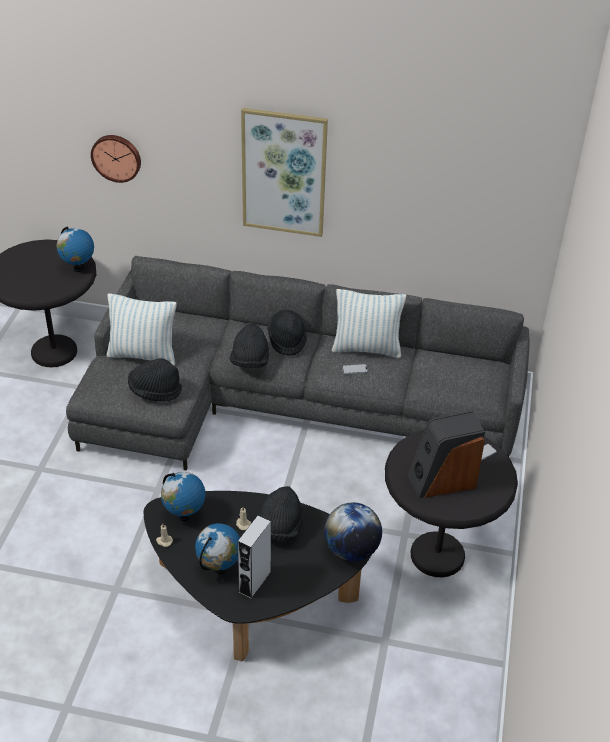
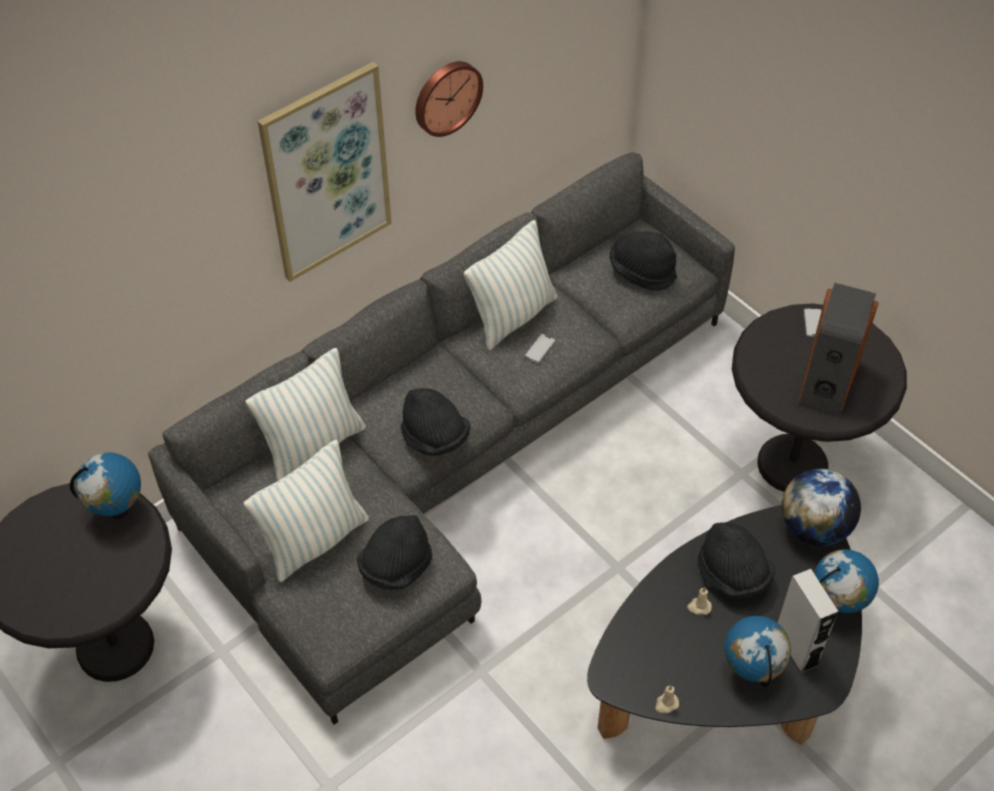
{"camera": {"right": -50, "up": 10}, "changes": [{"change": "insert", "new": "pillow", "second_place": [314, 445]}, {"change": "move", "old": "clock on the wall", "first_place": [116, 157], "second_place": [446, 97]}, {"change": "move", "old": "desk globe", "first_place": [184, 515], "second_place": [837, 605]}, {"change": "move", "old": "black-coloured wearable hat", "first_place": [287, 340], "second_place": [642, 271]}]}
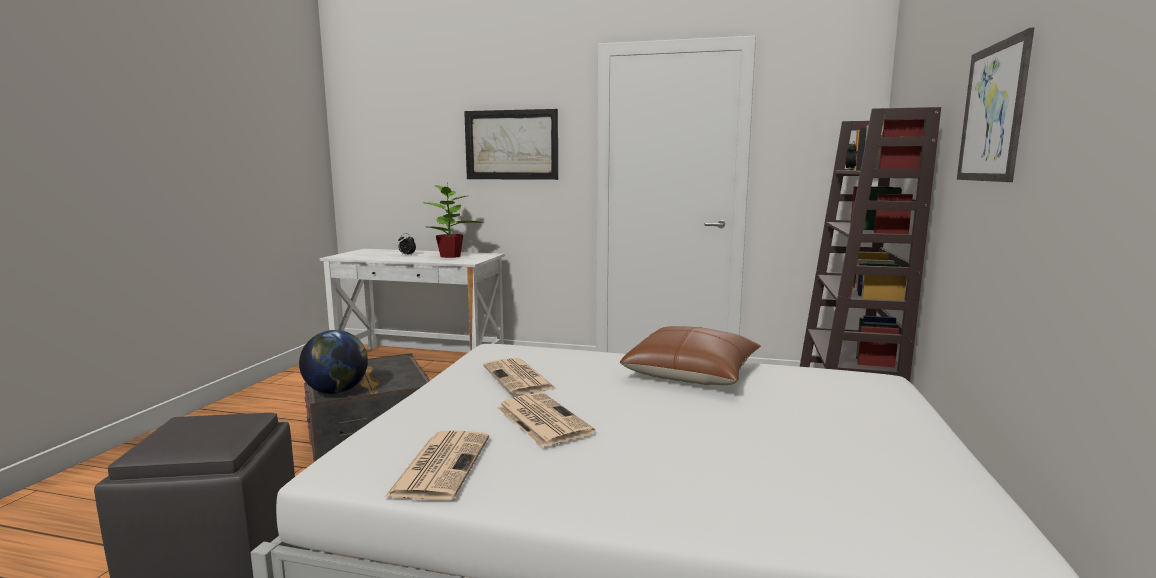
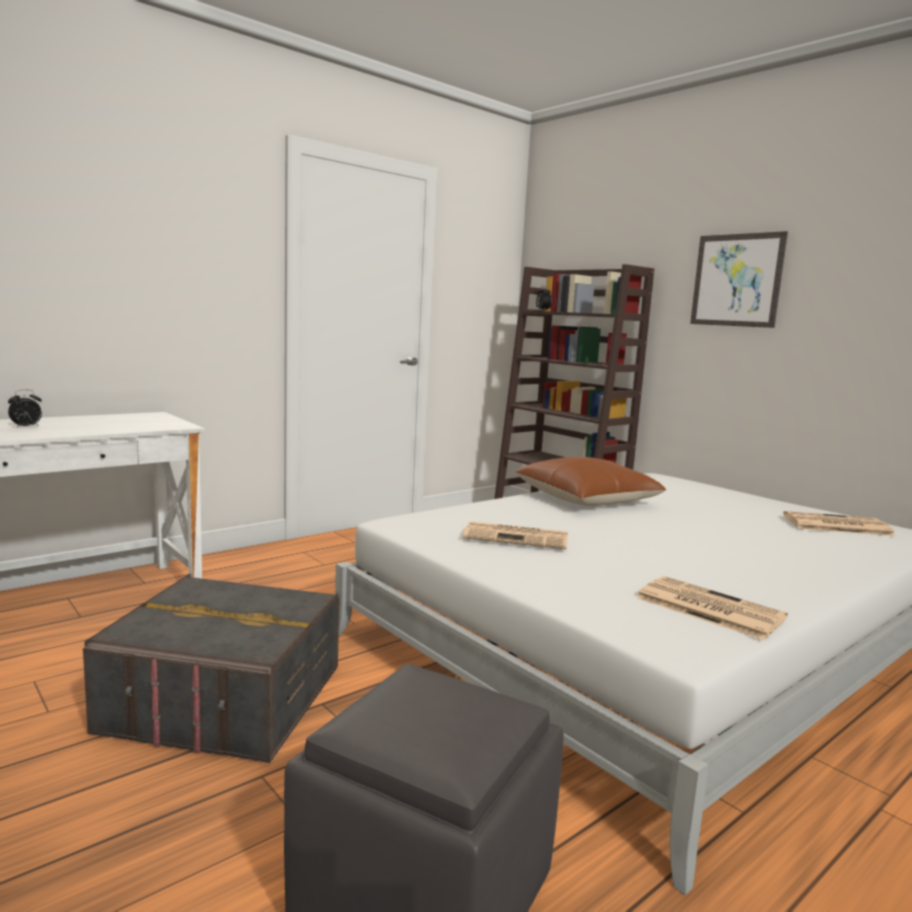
{"camera": {"right": -55, "up": 0}, "changes": [{"change": "delete", "old": "desk globe", "first_place": [337, 391]}, {"change": "delete", "old": "potted plant", "first_place": [450, 256]}, {"change": "delete", "old": "picture", "first_place": [511, 145]}, {"change": "move", "old": "daily paper", "first_place": [541, 419], "second_place": [835, 525]}]}
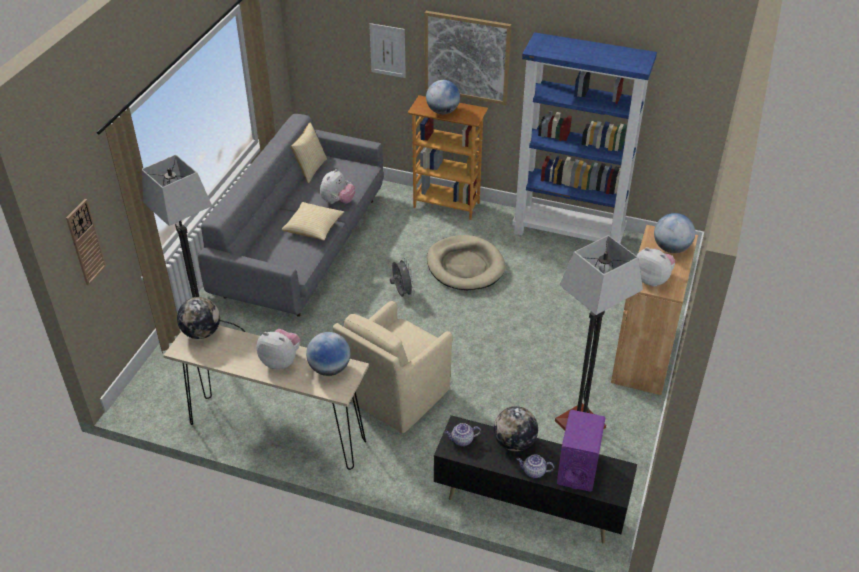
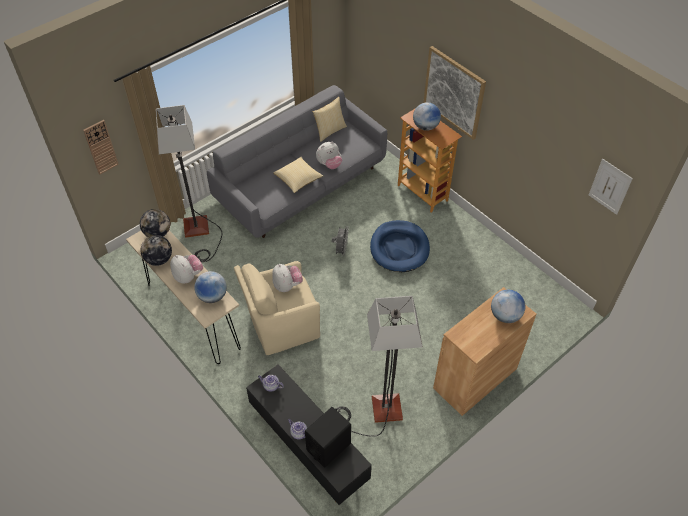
{"camera": {"right": 30, "up": 10}, "changes": [{"change": "delete", "old": "bluish bookshelf", "first_place": [569, 233]}, {"change": "move", "old": "picture", "first_place": [387, 50], "second_place": [610, 186]}, {"change": "move", "old": "desk globe", "first_place": [514, 443], "second_place": [159, 259]}, {"change": "move", "old": "plush toy", "first_place": [652, 279], "second_place": [287, 285]}, {"change": "recolor", "old": "beige dog bed", "new": "bluish dog bed", "first_place": [465, 266], "second_place": [399, 248]}, {"change": "recolor", "old": "purplish audio speaker", "new": "black-coloured audio speaker", "first_place": [577, 469], "second_place": [328, 446]}]}
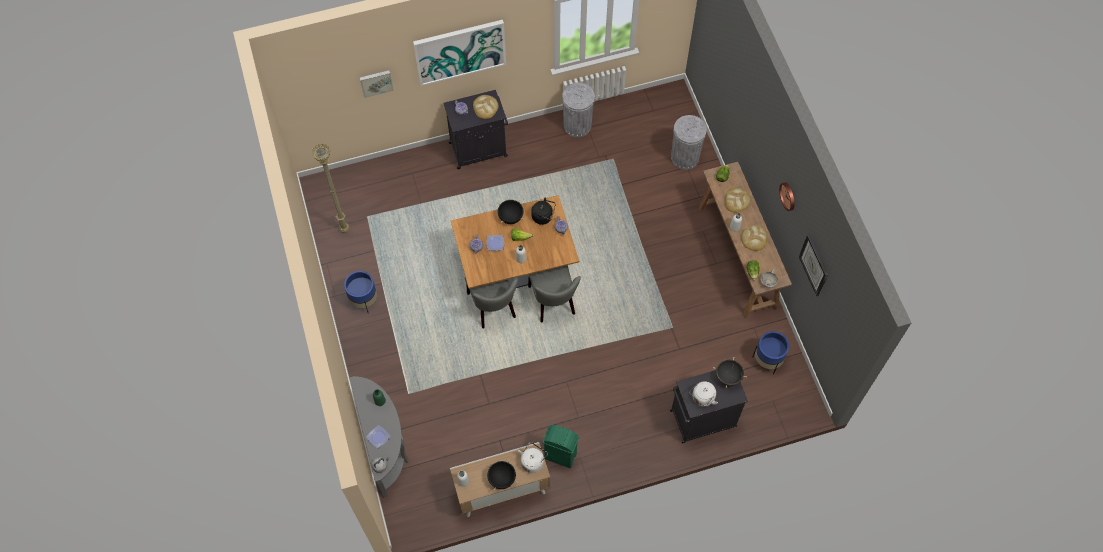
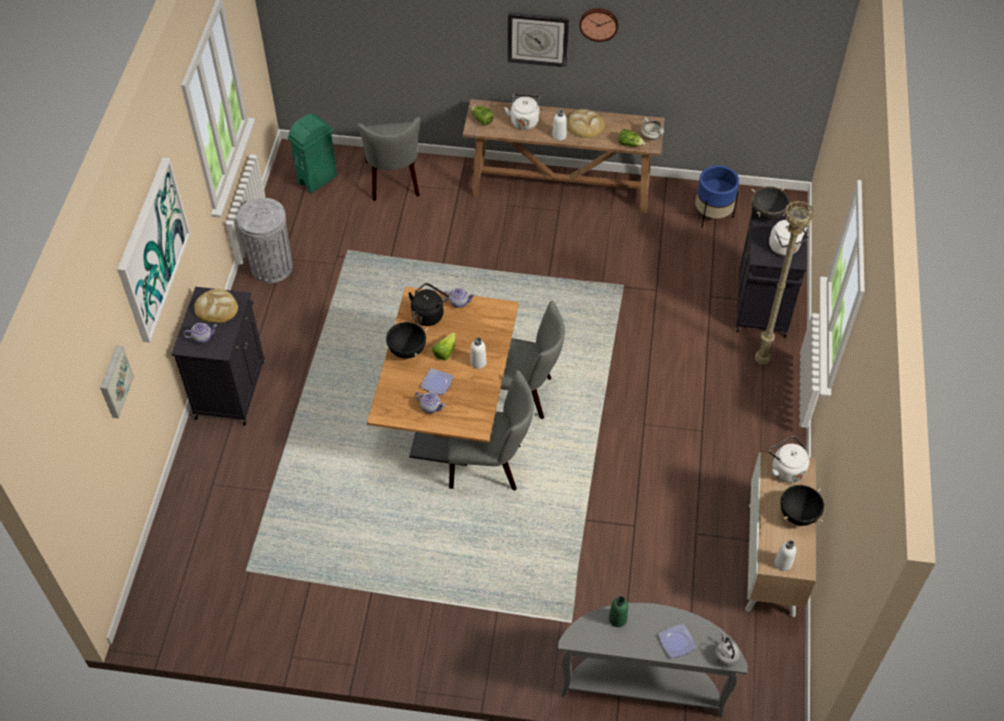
{"camera": {"right": -65, "up": -10}, "changes": [{"change": "delete", "old": "bluish planter", "first_place": [364, 300]}, {"change": "move", "old": "beige standing lamp", "first_place": [345, 229], "second_place": [760, 360]}, {"change": "move", "old": "green-coloured rubbish bin", "first_place": [560, 456], "second_place": [318, 179]}, {"change": "move", "old": "clock on the wall", "first_place": [814, 265], "second_place": [538, 39]}, {"change": "replace", "old": "grey rubbish bin", "new": "grey plain chair", "first_place": [684, 157], "second_place": [394, 181]}, {"change": "replace", "old": "bread", "new": "white-coloured water kettle", "first_place": [736, 201], "second_place": [524, 120]}]}
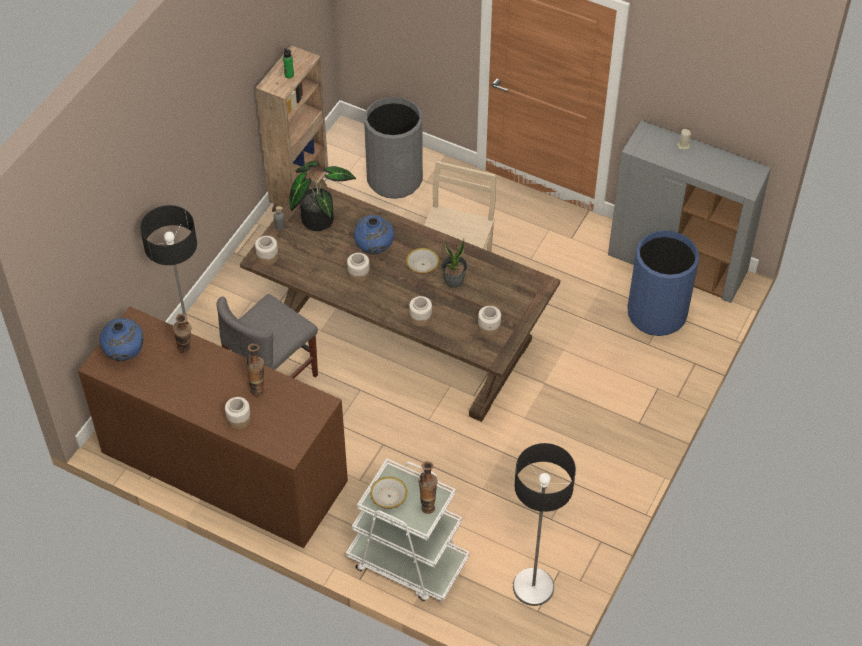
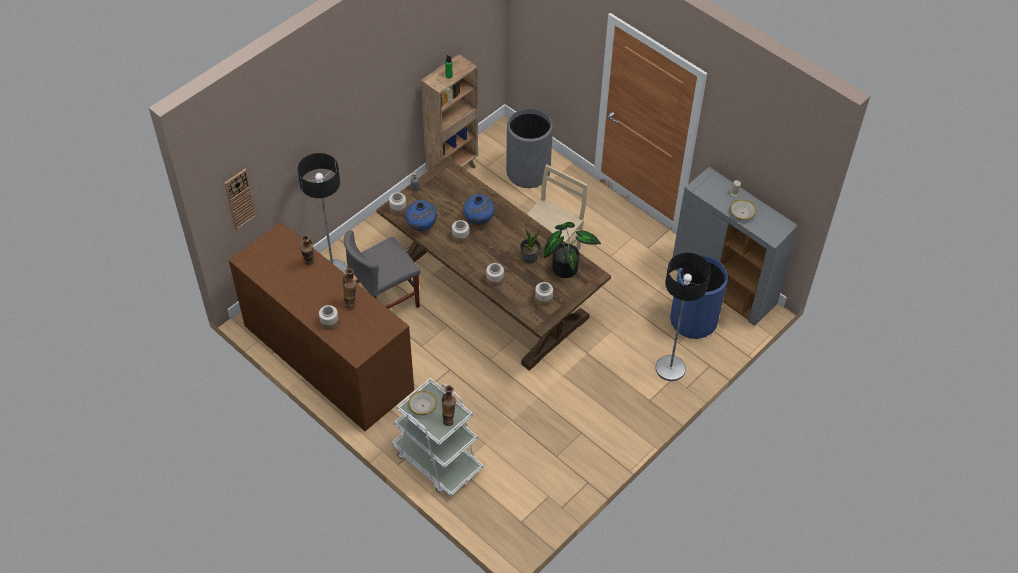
{"camera": {"right": 15, "up": 0}, "changes": [{"change": "insert", "new": "clock on the wall", "second_place": [240, 199]}, {"change": "move", "old": "bluish decorative vase", "first_place": [125, 353], "second_place": [422, 226]}, {"change": "move", "old": "potted plant", "first_place": [318, 216], "second_place": [566, 266]}, {"change": "move", "old": "deep dish", "first_place": [422, 264], "second_place": [742, 213]}, {"change": "move", "old": "standing lamp", "first_place": [533, 587], "second_place": [670, 369]}]}
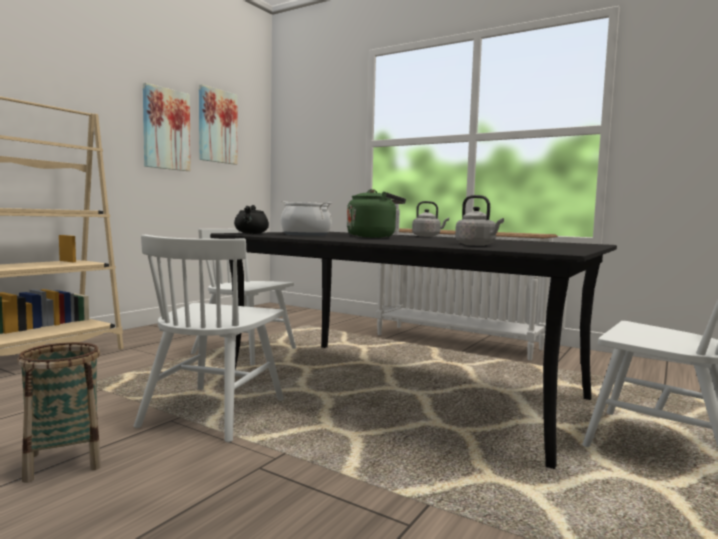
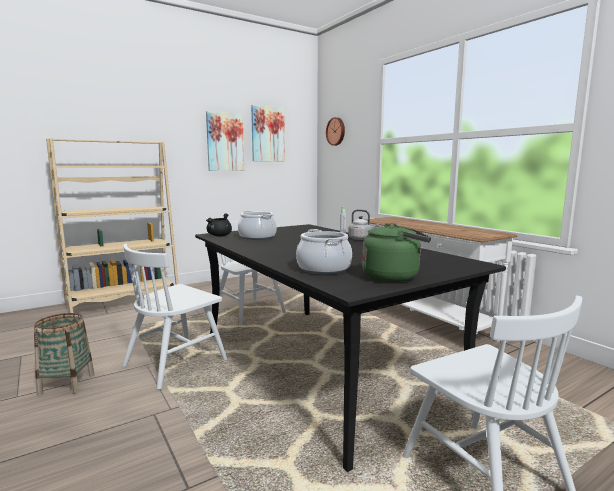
{"camera": {"right": 25, "up": 5}, "changes": [{"change": "insert", "new": "clock on the wall", "second_place": [336, 131]}, {"change": "move", "old": "green-coloured water kettle", "first_place": [373, 237], "second_place": [394, 277]}, {"change": "replace", "old": "grey water kettle", "new": "cooking pot", "first_place": [477, 245], "second_place": [324, 269]}]}
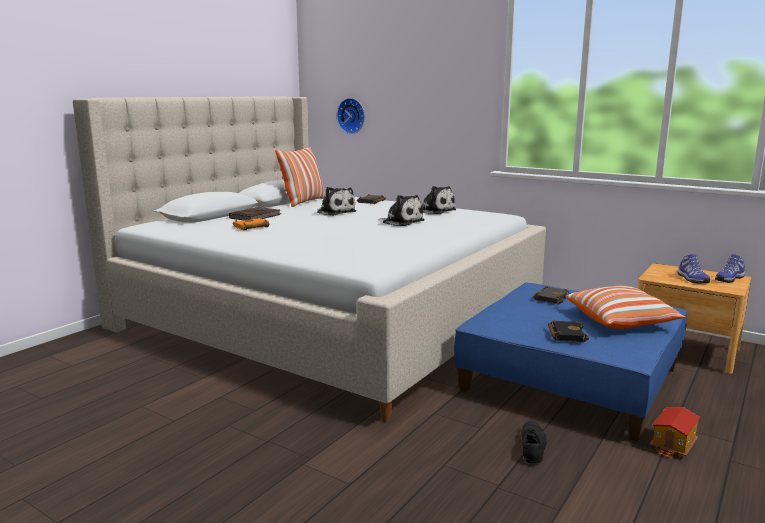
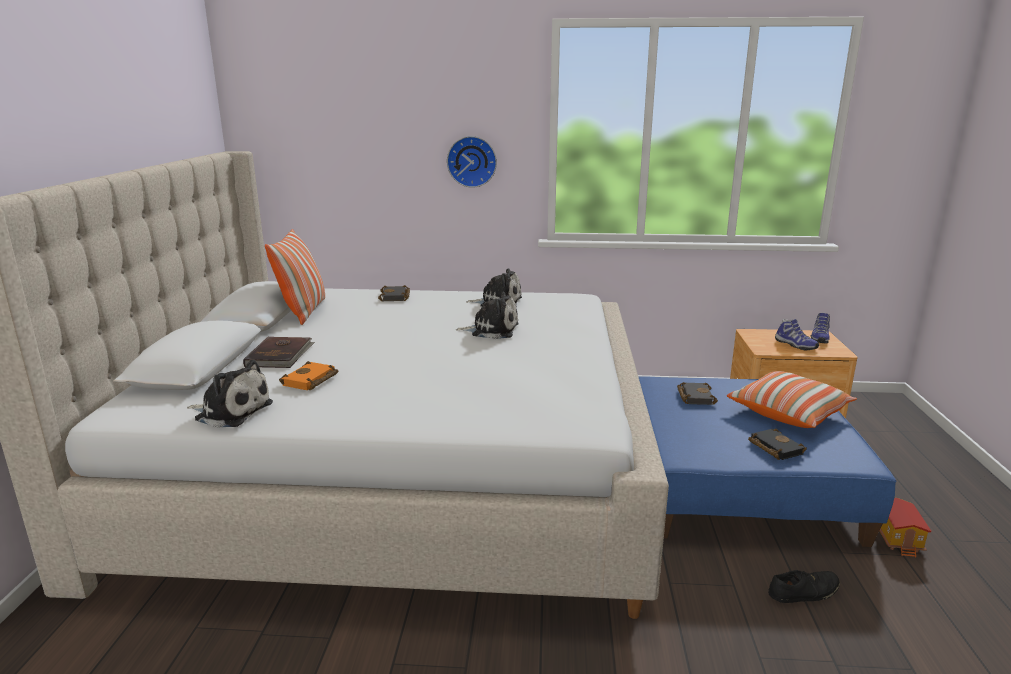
{"camera": {"right": -30, "up": 5}, "changes": [{"change": "move", "old": "plush toy", "first_place": [335, 212], "second_place": [231, 411]}, {"change": "move", "old": "clock on the wall", "first_place": [352, 116], "second_place": [472, 161]}, {"change": "rotate", "old": "black-coloured shoe", "first_place": [532, 447], "second_place": [803, 592], "degrees": 90}]}
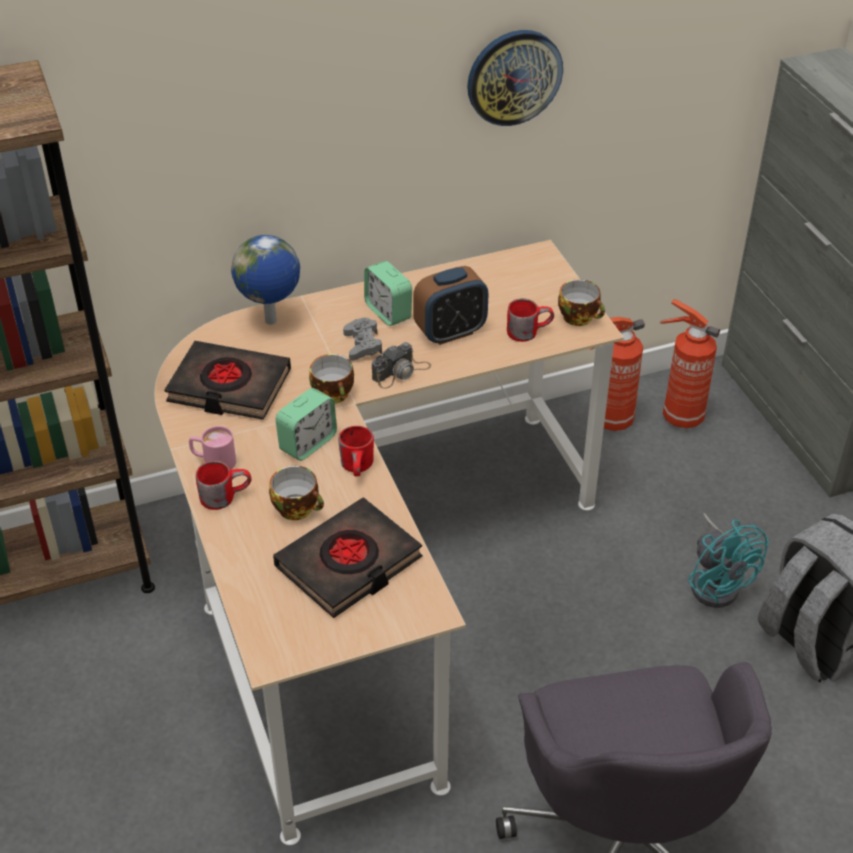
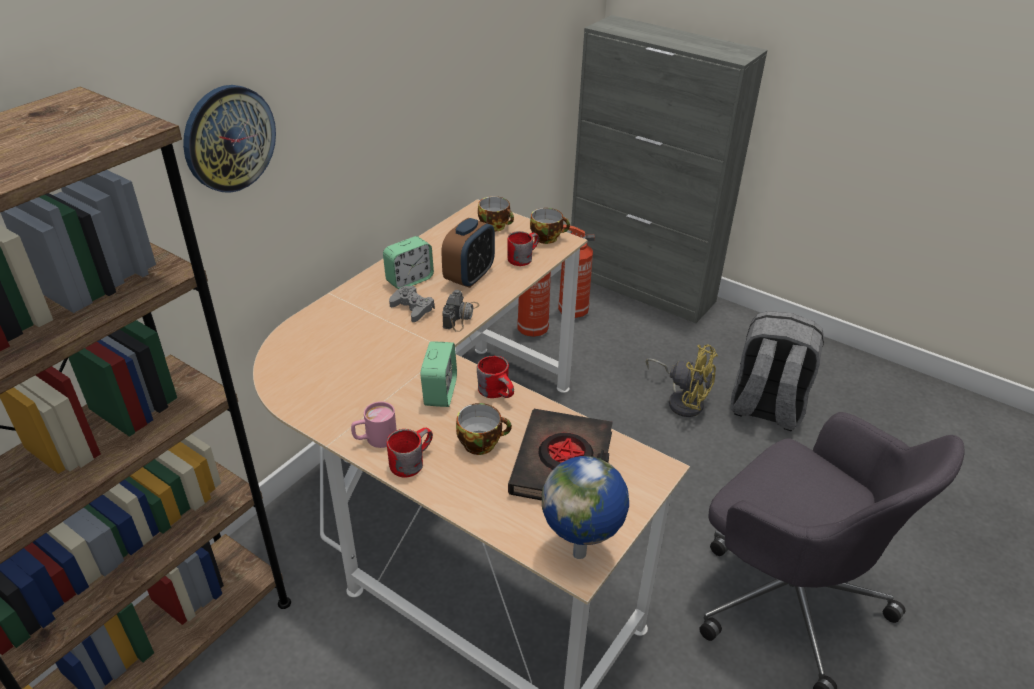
{"camera": {"right": -35, "up": -5}, "changes": [{"change": "delete", "old": "black-coloured book", "first_place": [229, 387]}, {"change": "move", "old": "desk globe", "first_place": [271, 322], "second_place": [581, 554]}, {"change": "move", "old": "cup", "first_place": [335, 395], "second_place": [496, 226]}, {"change": "move", "old": "clock on the wall", "first_place": [514, 77], "second_place": [229, 138]}, {"change": "recolor", "old": "blue-green cooling fan", "new": "yellow cooling fan", "first_place": [717, 582], "second_place": [682, 400]}, {"change": "rotate", "old": "alarm clock", "first_place": [388, 312], "second_place": [409, 280], "degrees": -60}]}
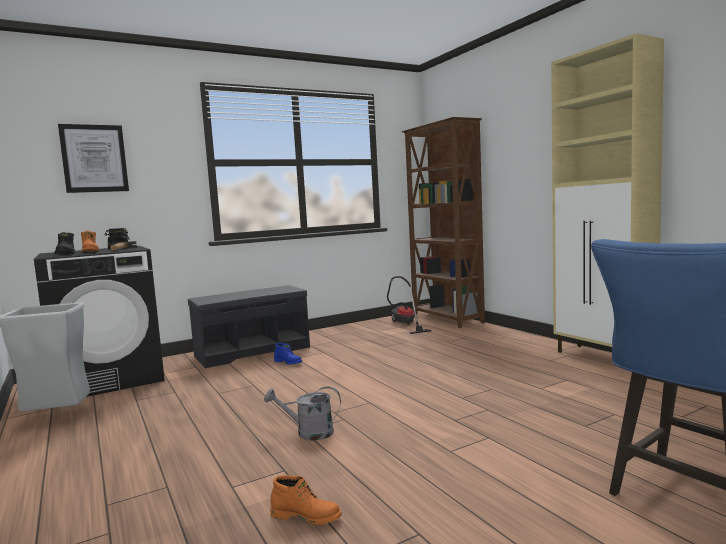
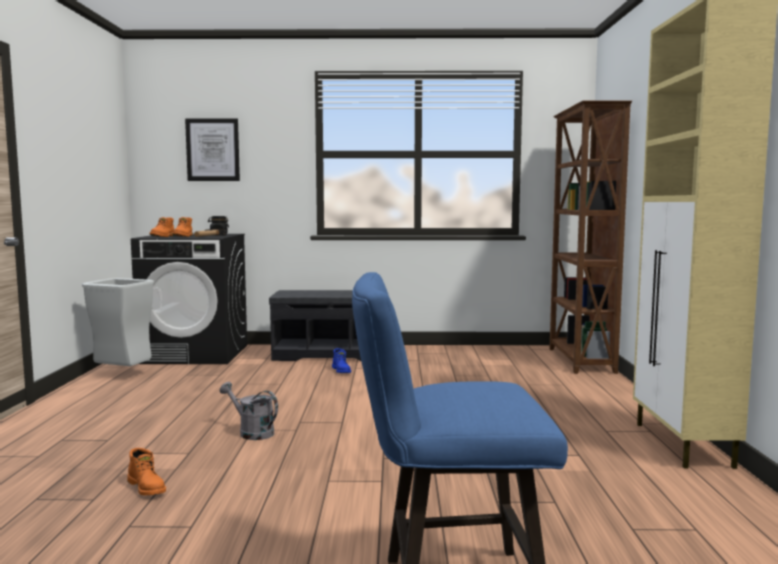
{"camera": {"right": 30, "up": 0}, "changes": [{"change": "delete", "old": "hoover", "first_place": [405, 324]}, {"change": "recolor", "old": "black-coloured tall boot", "new": "orangey tall boot", "first_place": [66, 254], "second_place": [163, 236]}]}
